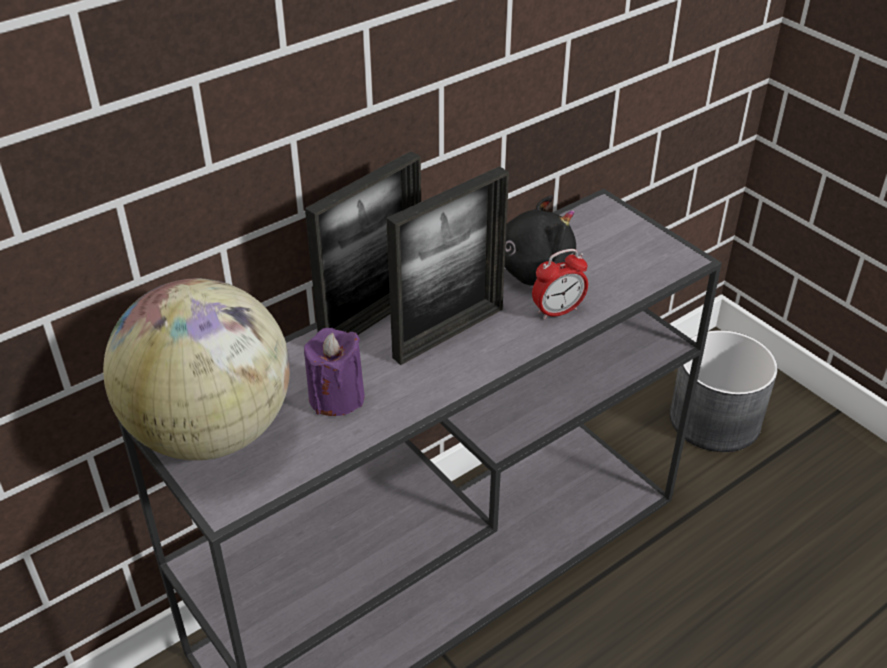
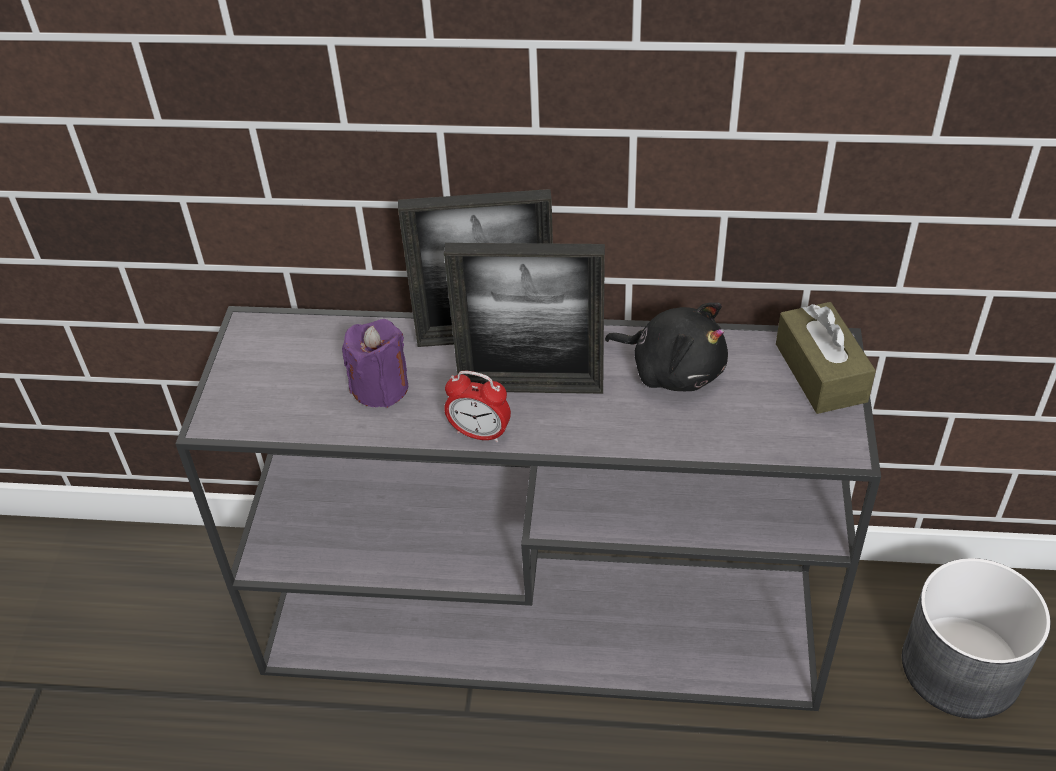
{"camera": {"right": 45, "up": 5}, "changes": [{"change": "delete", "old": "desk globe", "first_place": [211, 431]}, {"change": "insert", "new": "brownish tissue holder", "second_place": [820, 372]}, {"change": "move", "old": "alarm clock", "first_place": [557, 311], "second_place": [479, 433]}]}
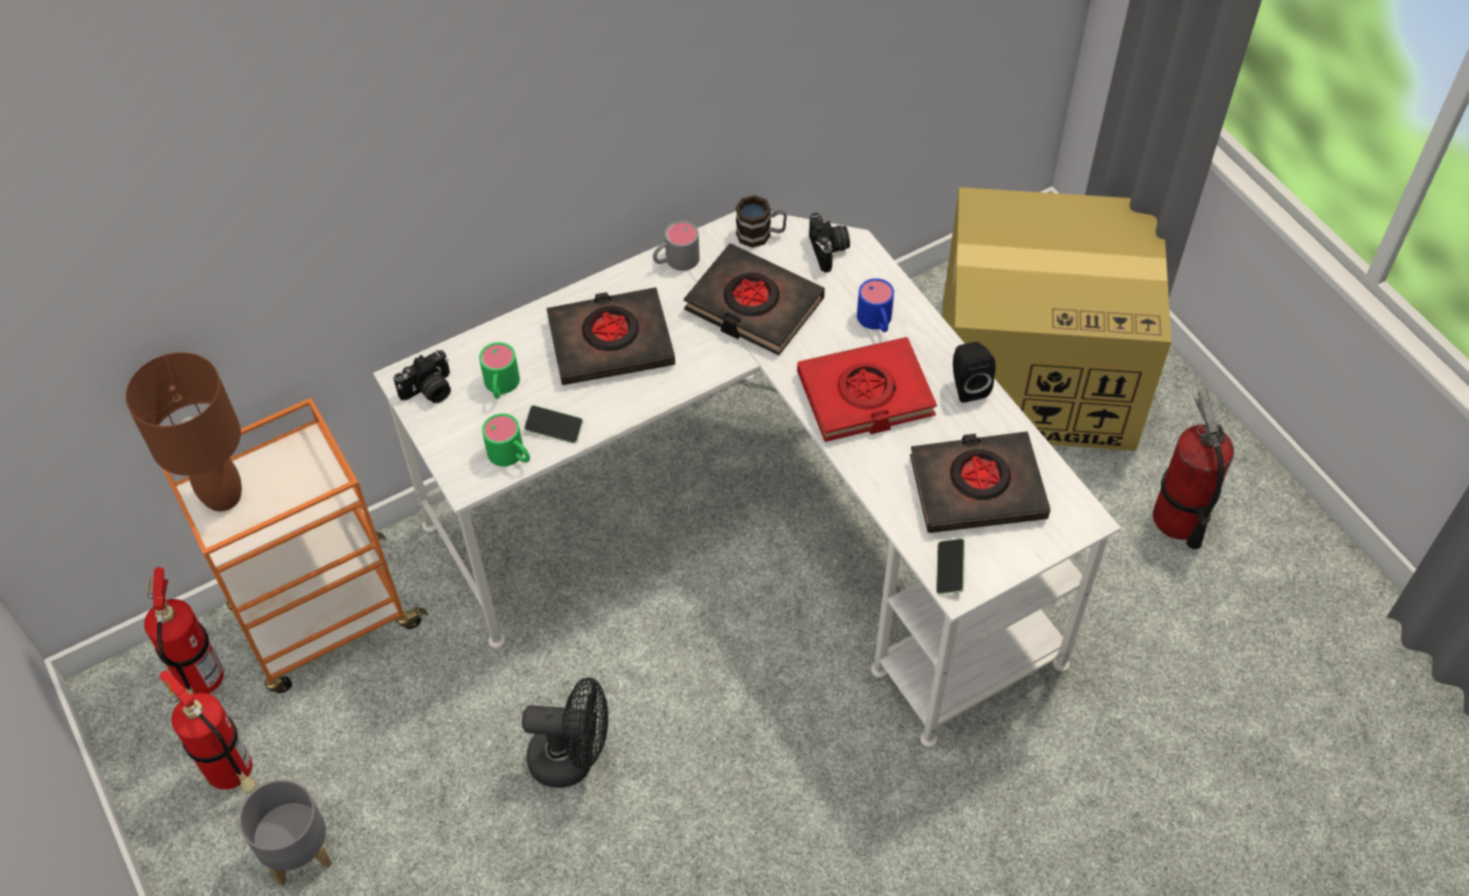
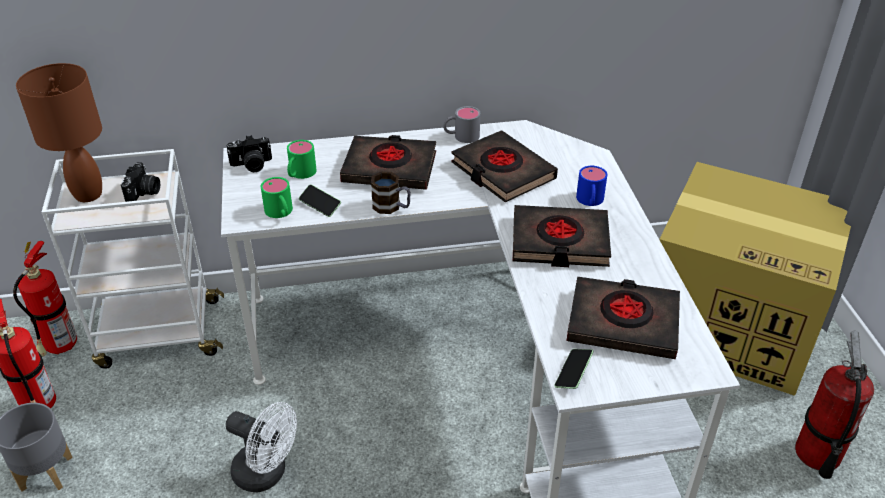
{"camera": {"right": 20, "up": -15}, "changes": [{"change": "delete", "old": "black-coloured audio speaker", "first_place": [967, 385]}, {"change": "move", "old": "mug", "first_place": [761, 234], "second_place": [391, 207]}, {"change": "move", "old": "photo camera", "first_place": [829, 250], "second_place": [144, 193]}, {"change": "recolor", "old": "orangey cart", "new": "white-coloured cart", "first_place": [324, 620], "second_place": [158, 334]}, {"change": "recolor", "old": "black-coloured cooling fan", "new": "white-coloured cooling fan", "first_place": [573, 758], "second_place": [267, 474]}, {"change": "recolor", "old": "reddish book", "new": "black-coloured book", "first_place": [865, 395], "second_place": [559, 242]}]}
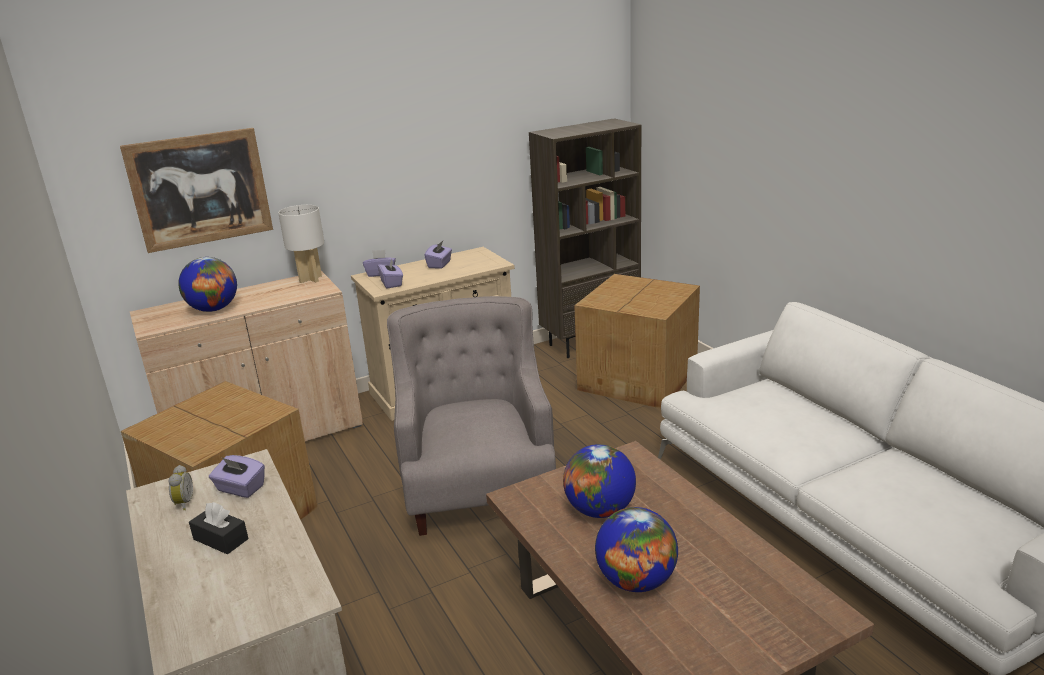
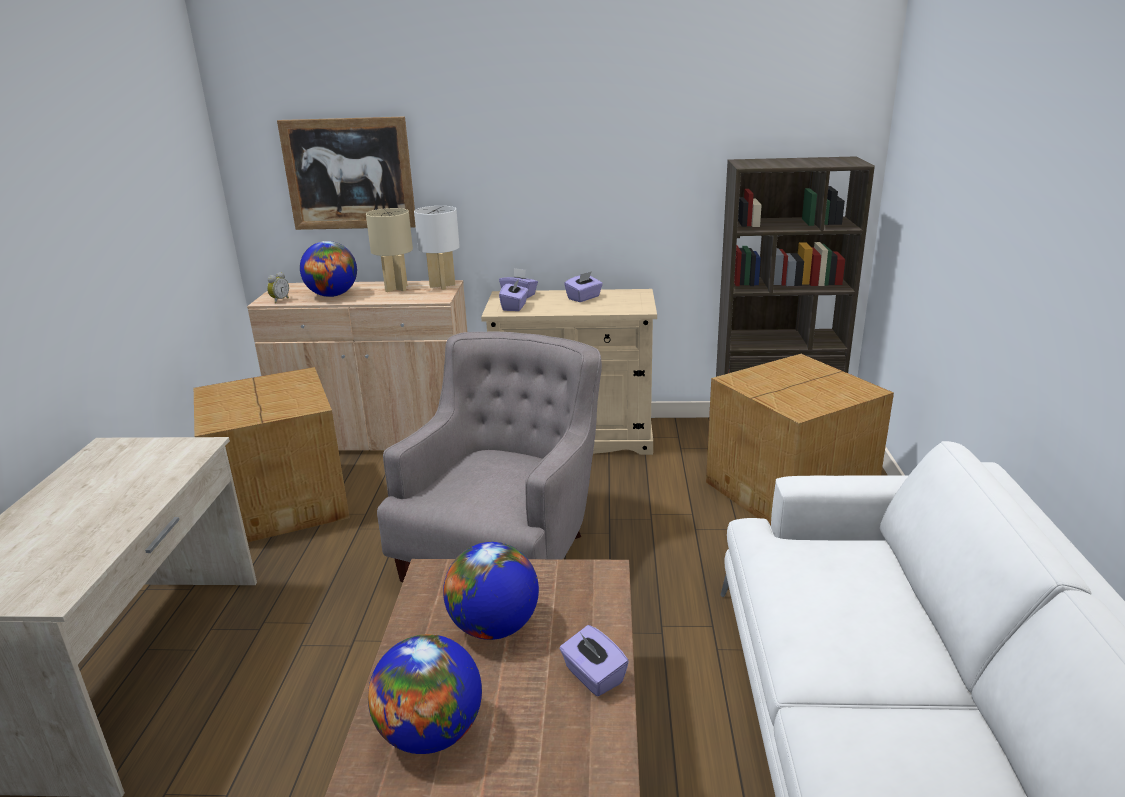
{"camera": {"right": 30, "up": 0}, "changes": [{"change": "delete", "old": "black-coloured tissue holder", "first_place": [221, 539]}, {"change": "insert", "new": "beige table lamp", "second_place": [396, 289]}, {"change": "move", "old": "alarm clock", "first_place": [183, 503], "second_place": [279, 300]}, {"change": "move", "old": "purplish tissue holder", "first_place": [240, 489], "second_place": [593, 676]}]}
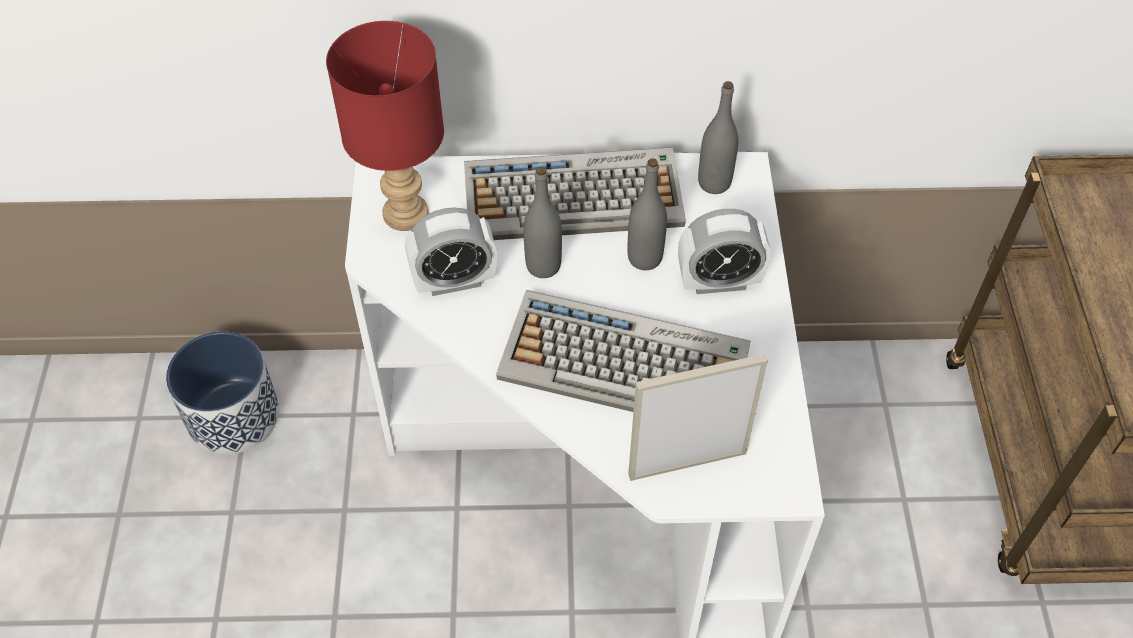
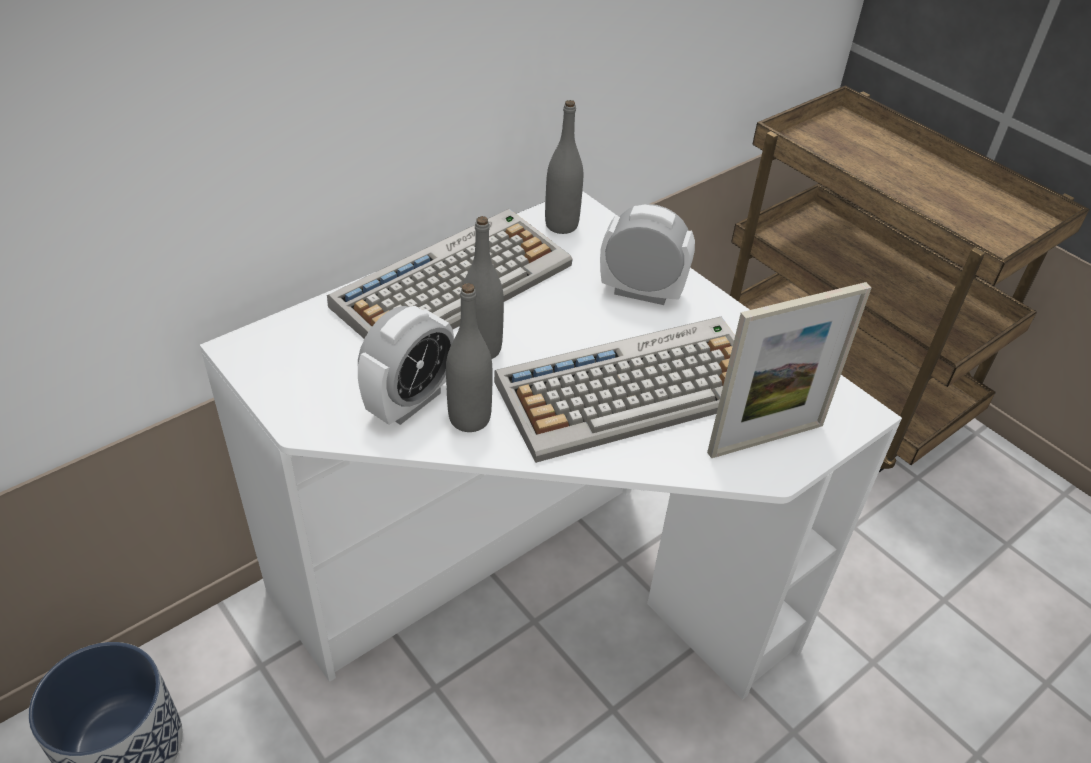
{"camera": {"right": -40, "up": -10}, "changes": [{"change": "delete", "old": "reddish table lamp", "first_place": [407, 212]}, {"change": "move", "old": "grey bottle", "first_place": [644, 258], "second_place": [469, 418]}, {"change": "rotate", "old": "picture frame", "first_place": [687, 464], "second_place": [766, 439], "degrees": -150}, {"change": "rotate", "old": "alarm clock", "first_place": [719, 282], "second_place": [641, 292], "degrees": -120}]}
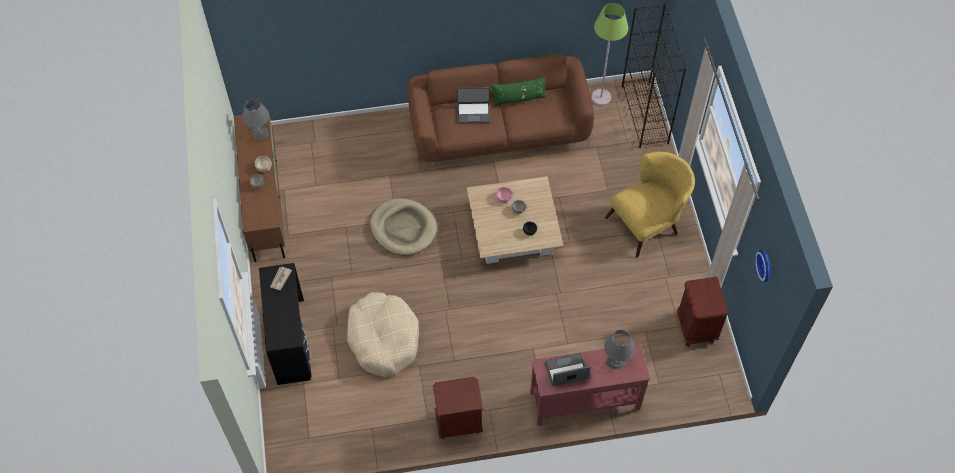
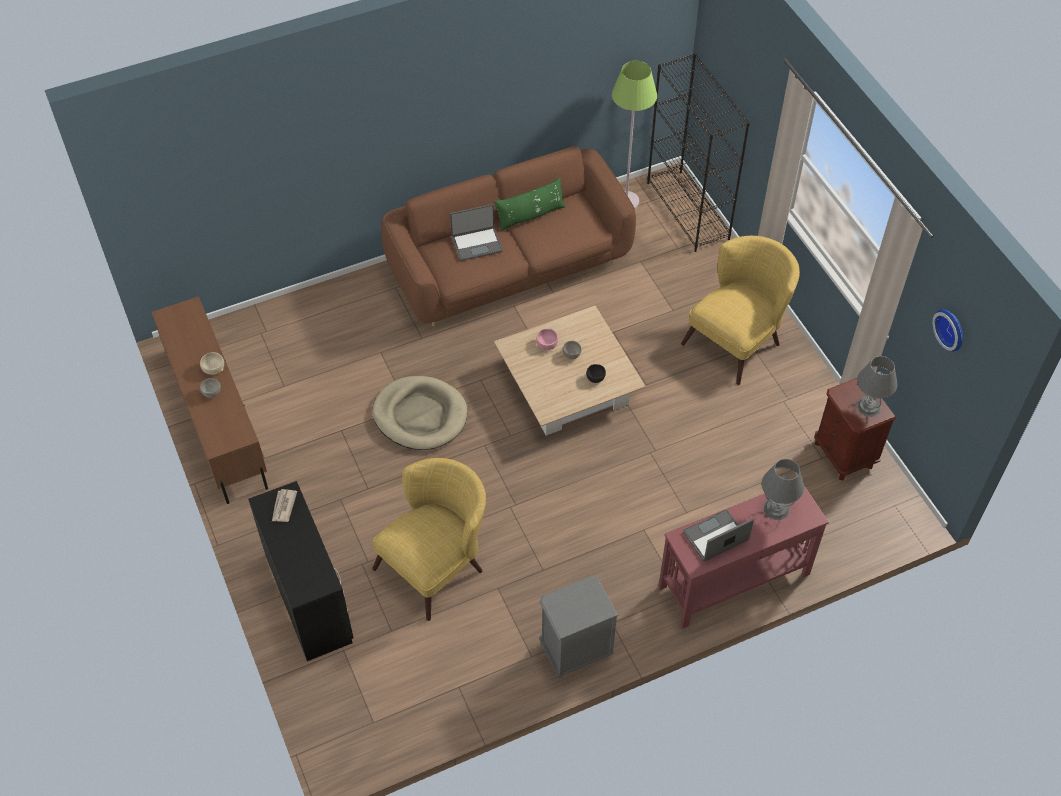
{"camera": {"right": -15, "up": -5}, "changes": [{"change": "move", "old": "grey table lamp", "first_place": [260, 132], "second_place": [869, 406]}, {"change": "replace", "old": "beige dog bed", "new": "yellow lounge chair", "first_place": [383, 338], "second_place": [437, 564]}, {"change": "recolor", "old": "brownish nightstand", "new": "grey nightstand", "first_place": [458, 423], "second_place": [575, 651]}]}
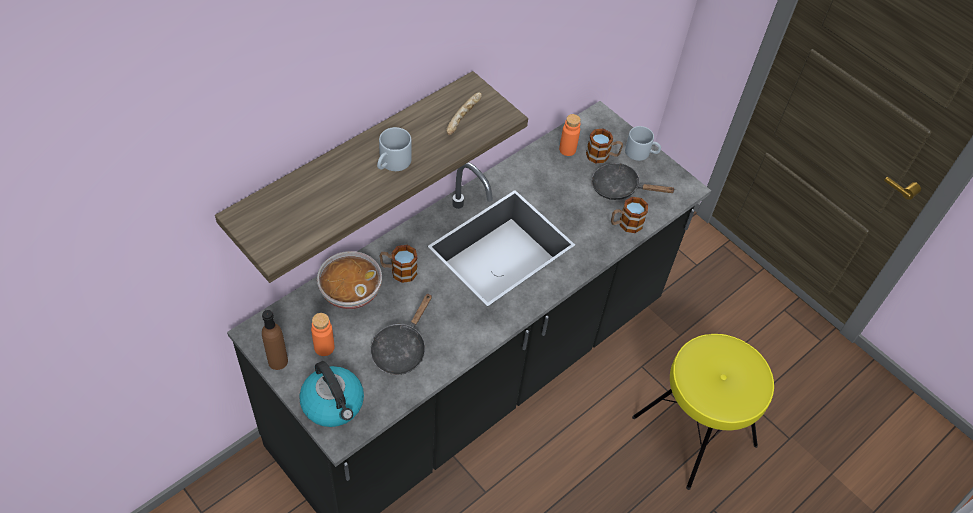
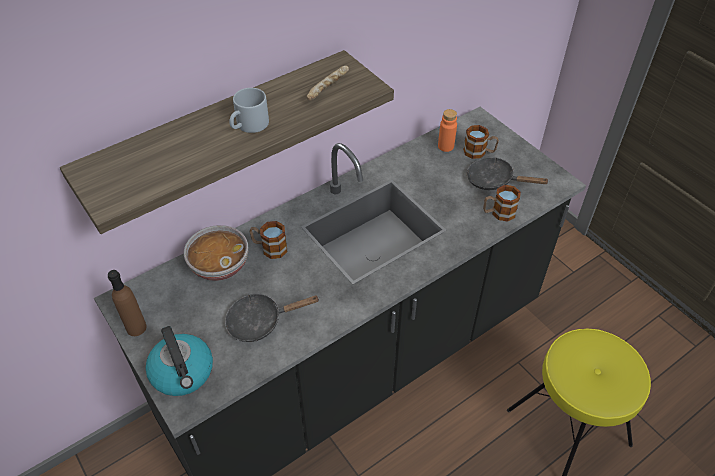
{"camera": {"right": 10, "up": -5}, "changes": [{"change": "delete", "old": "orangey bottle", "first_place": [324, 347]}, {"change": "delete", "old": "grey mug", "first_place": [641, 152]}, {"change": "rotate", "old": "black-coloured pan", "first_place": [401, 349], "second_place": [260, 321], "degrees": 45}]}
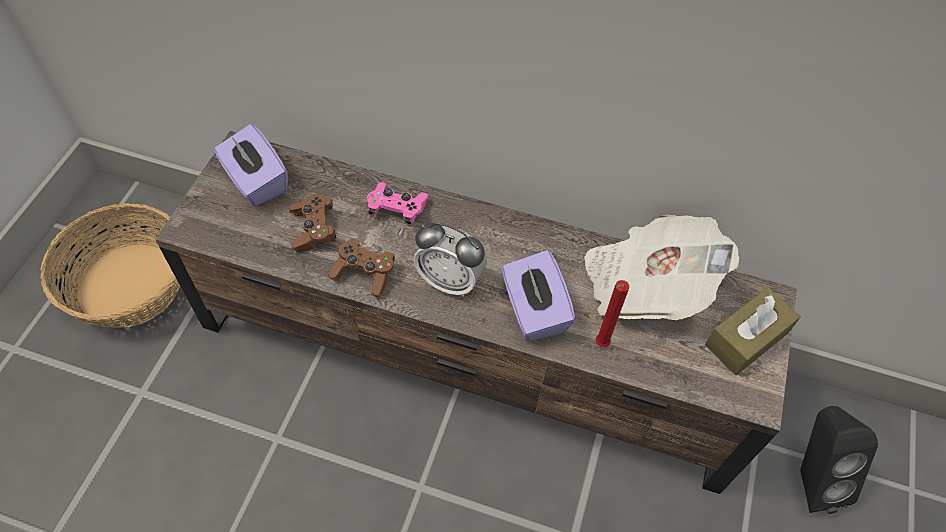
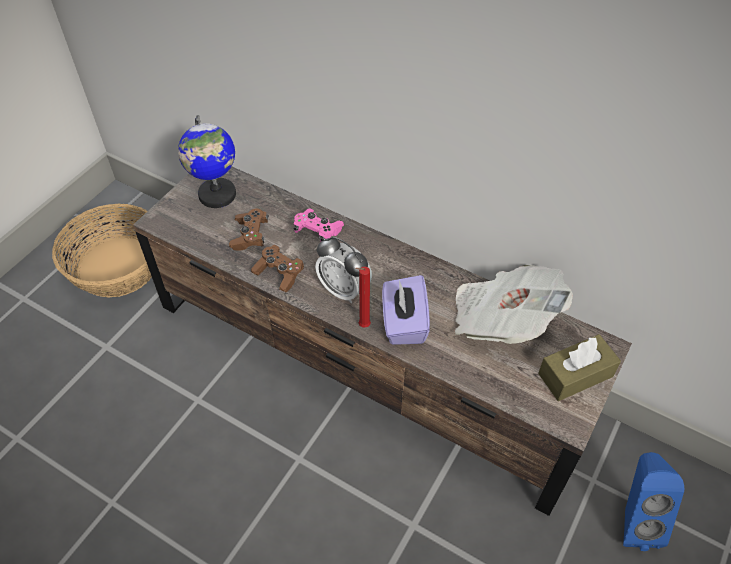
{"camera": {"right": 15, "up": -5}, "changes": [{"change": "move", "old": "reddish candle", "first_place": [600, 345], "second_place": [362, 326]}, {"change": "replace", "old": "purplish tissue holder", "new": "desk globe", "first_place": [256, 182], "second_place": [217, 195]}, {"change": "recolor", "old": "black-coloured audio speaker", "new": "bluish audio speaker", "first_place": [809, 478], "second_place": [633, 519]}]}
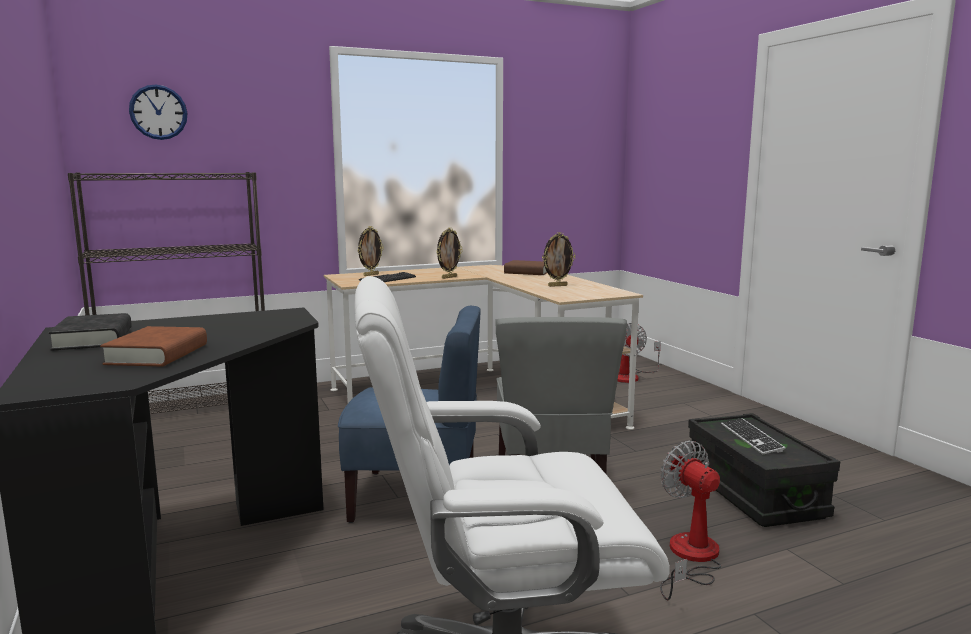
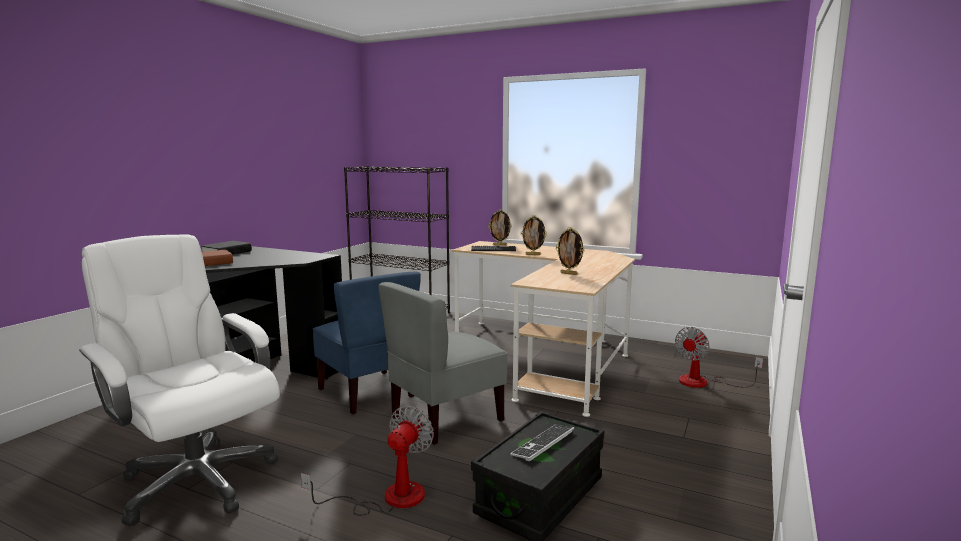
{"camera": {"right": 50, "up": 0}, "changes": [{"change": "delete", "old": "clock on the wall", "first_place": [158, 112]}, {"change": "delete", "old": "brownish book", "first_place": [527, 272]}]}
